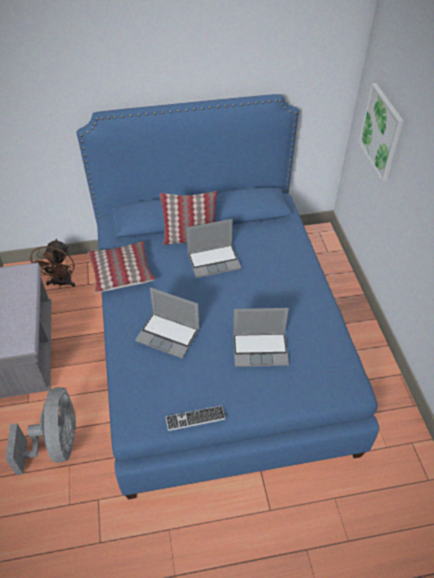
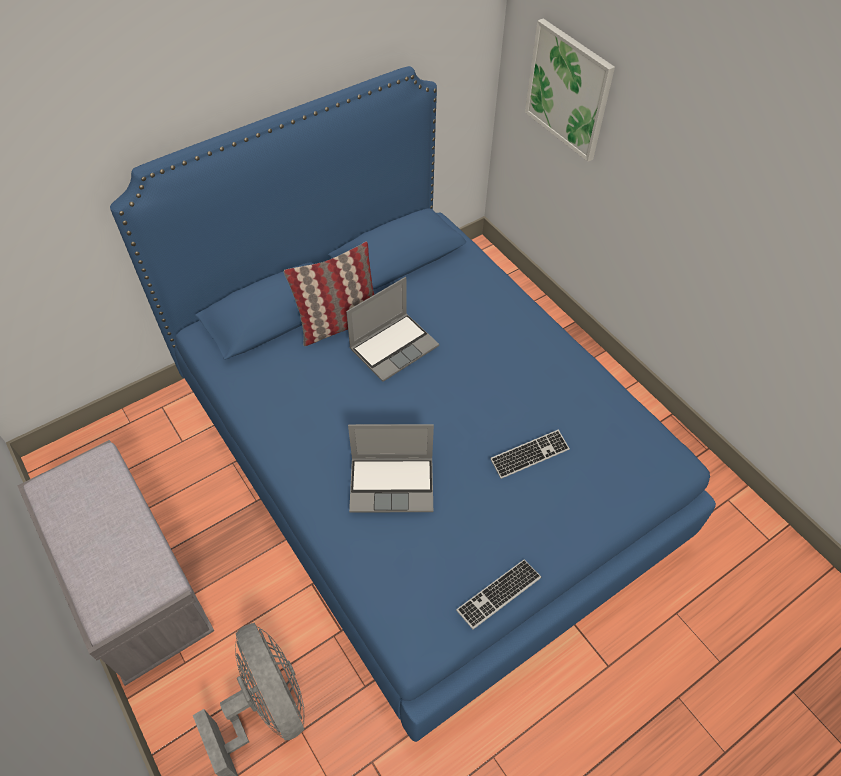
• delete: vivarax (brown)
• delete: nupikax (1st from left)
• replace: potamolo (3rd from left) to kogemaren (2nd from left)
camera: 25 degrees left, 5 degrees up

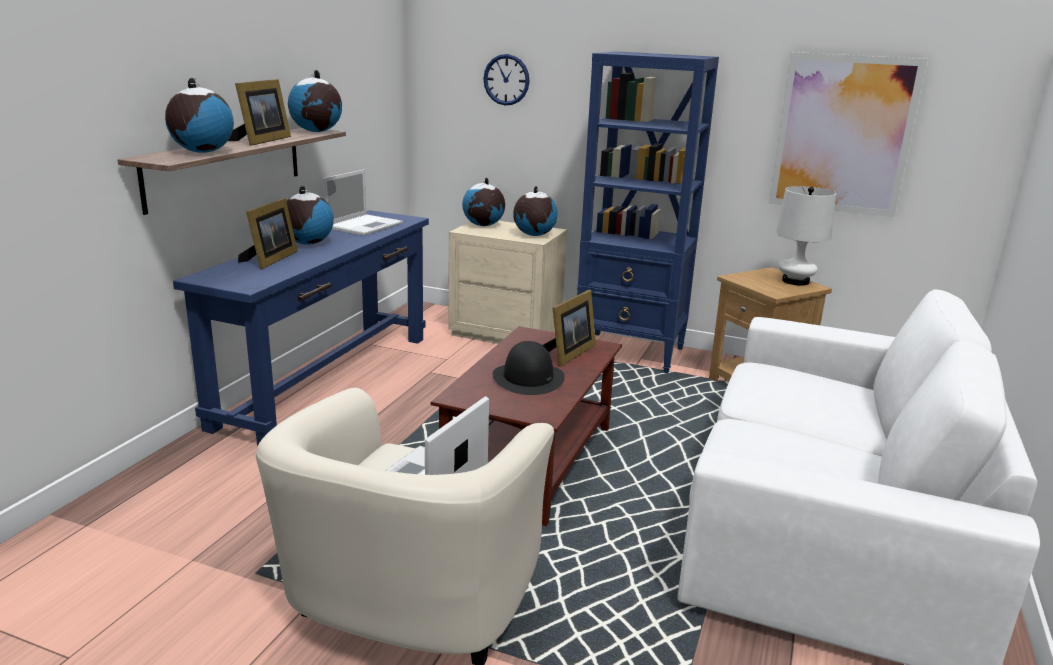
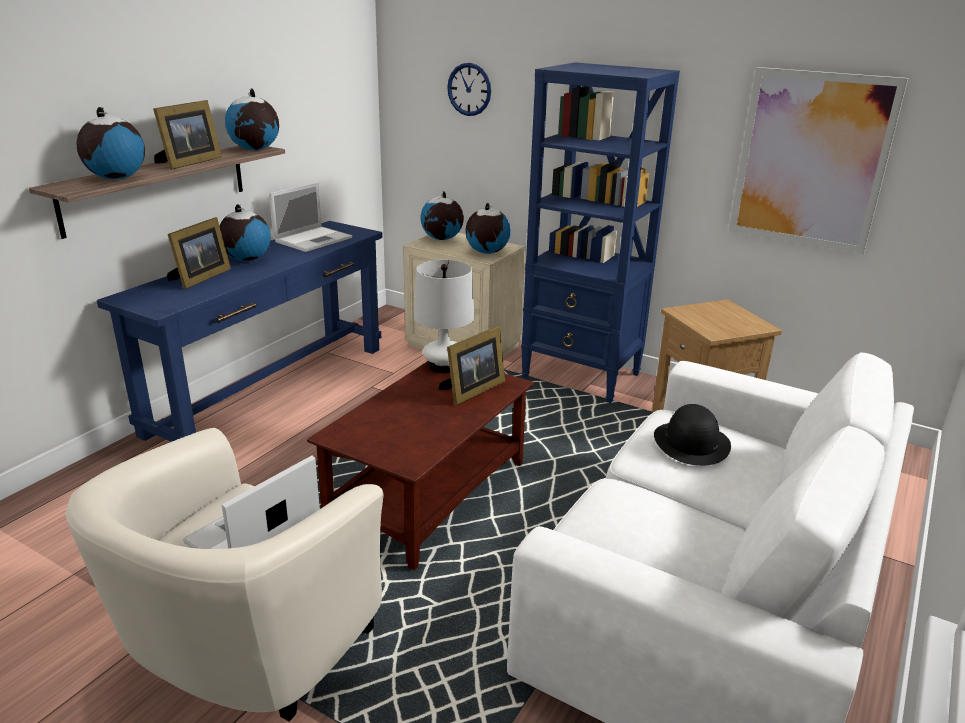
• move: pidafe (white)
• move: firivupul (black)
camera: 10 degrees right, 5 degrees up

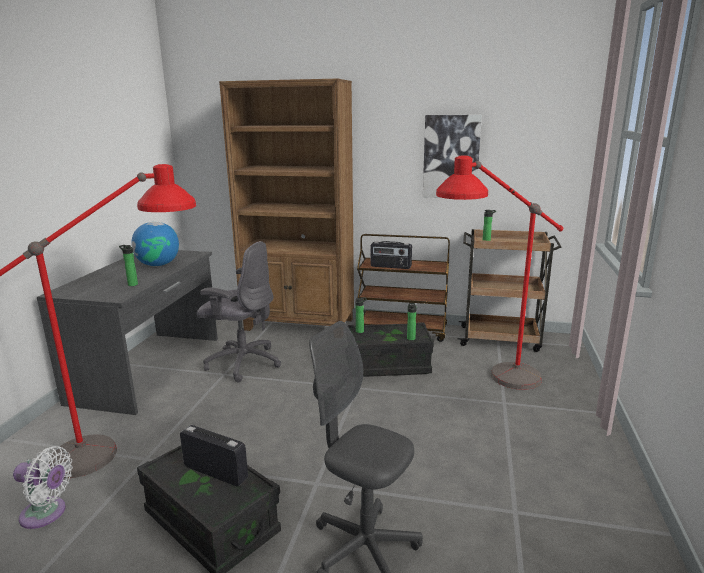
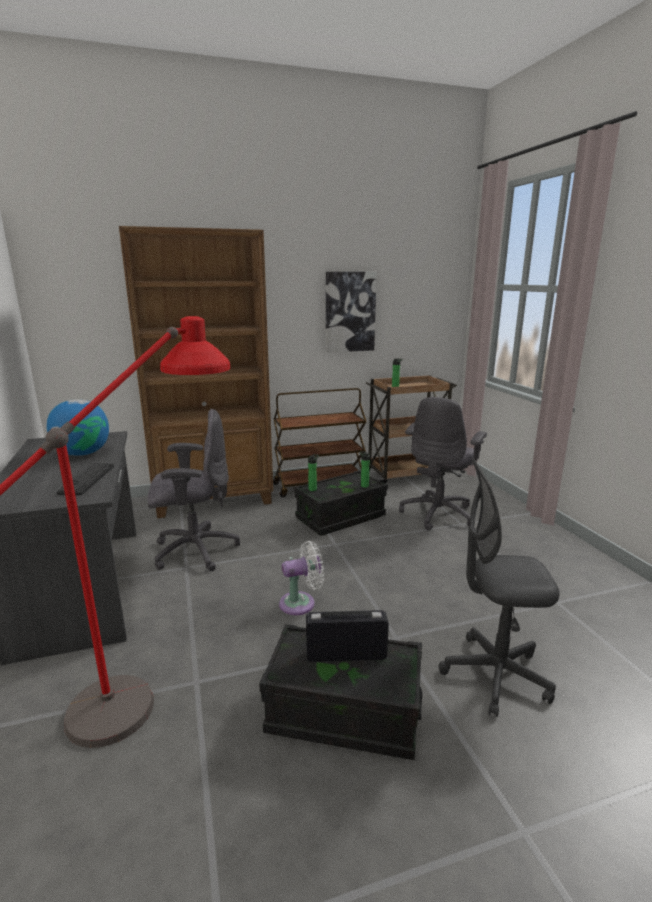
• replace: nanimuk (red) (2nd from left) to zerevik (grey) (2nd from left)
• delete: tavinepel (2nd from left)
• replace: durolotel (1st from left) to kogemaren
• move: vivarax (white)
camera: 30 degrees left, 0 degrees up

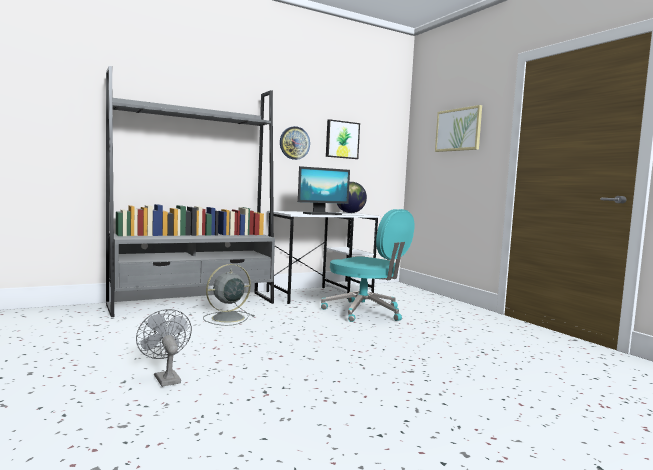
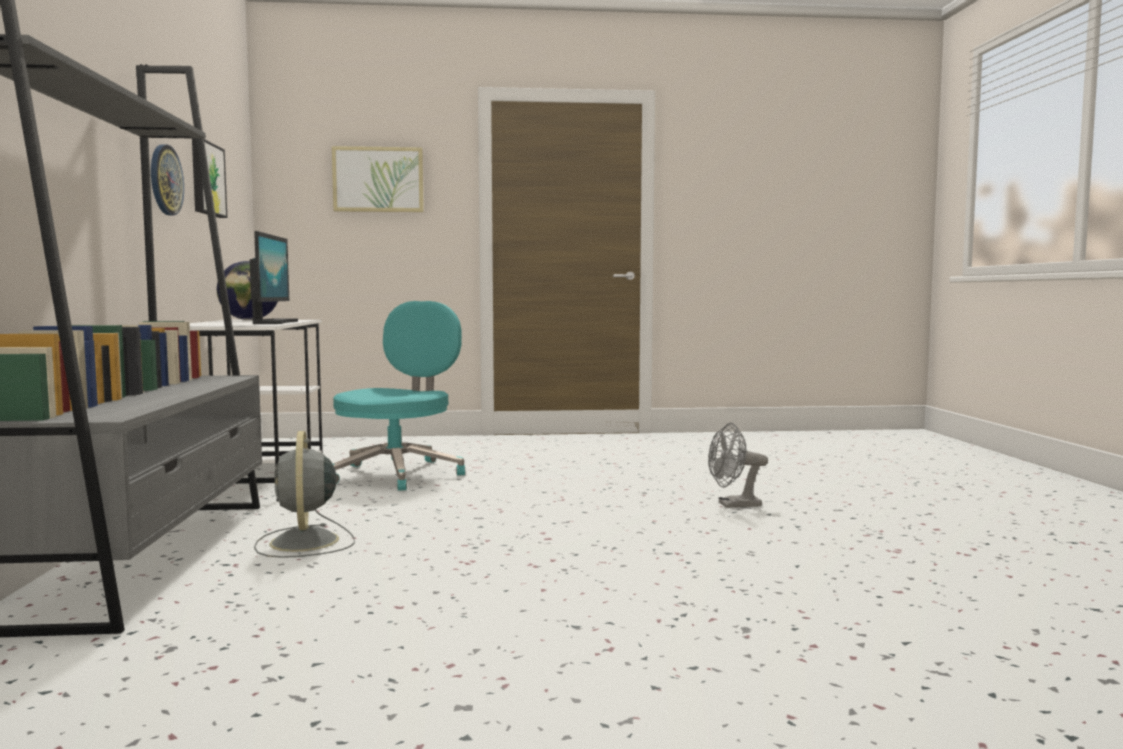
• rotate: zerevik (turquoise) 45 degrees counterclockwise
• move: vivarax (grey) (1st from left in the first image) to vivarax (grey) (2nd from left)
camera: 65 degrees left, 0 degrees up

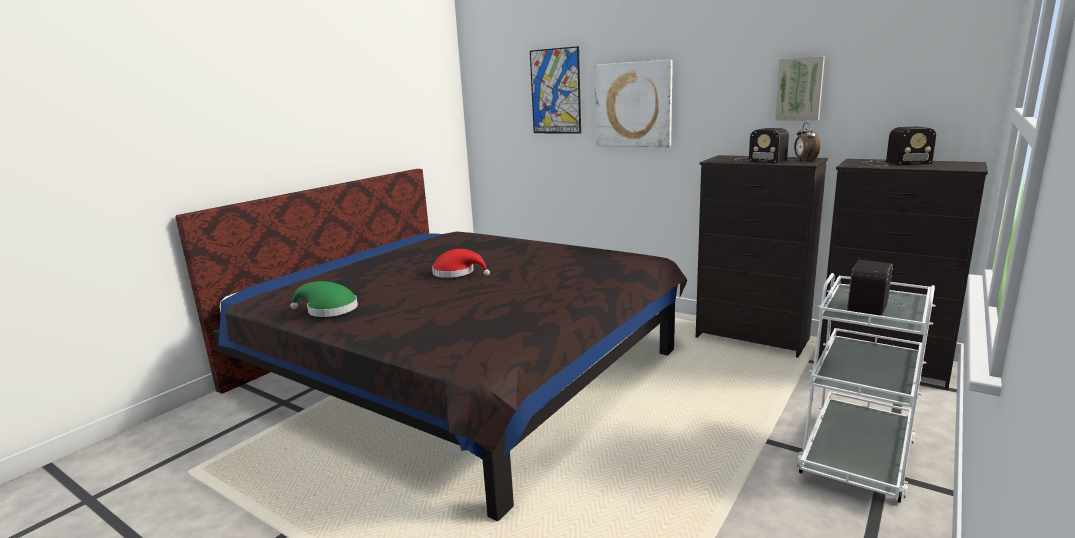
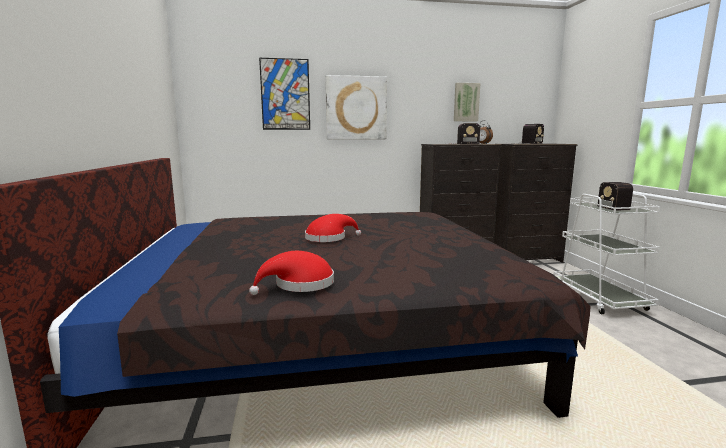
• recolor: firivupul (green) to firivupul (red) (1st from left)
camera: 45 degrees left, 5 degrees down

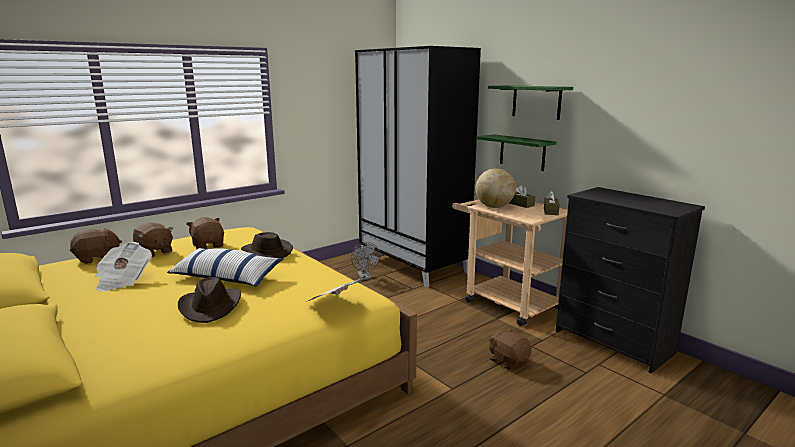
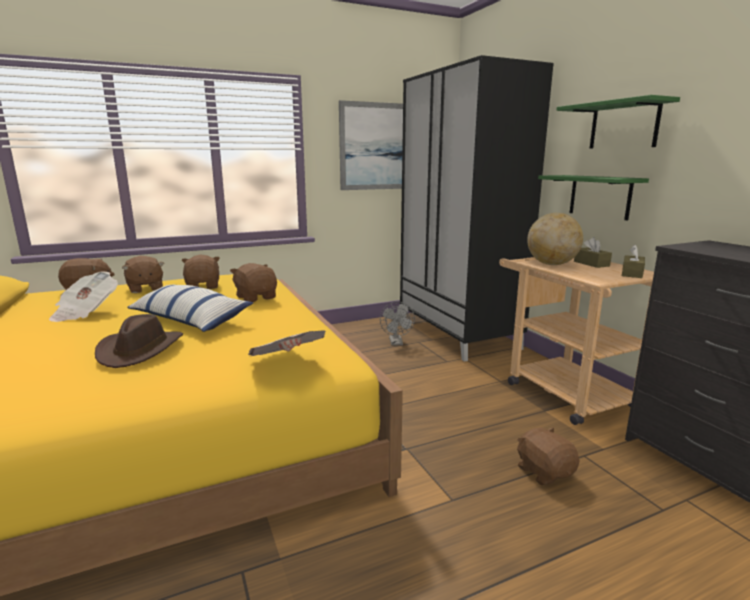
• replace: firivupul (brown) (2nd from left) to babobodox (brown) (4th from left)
• insert: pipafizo
camera: 15 degrees right, 0 degrees up

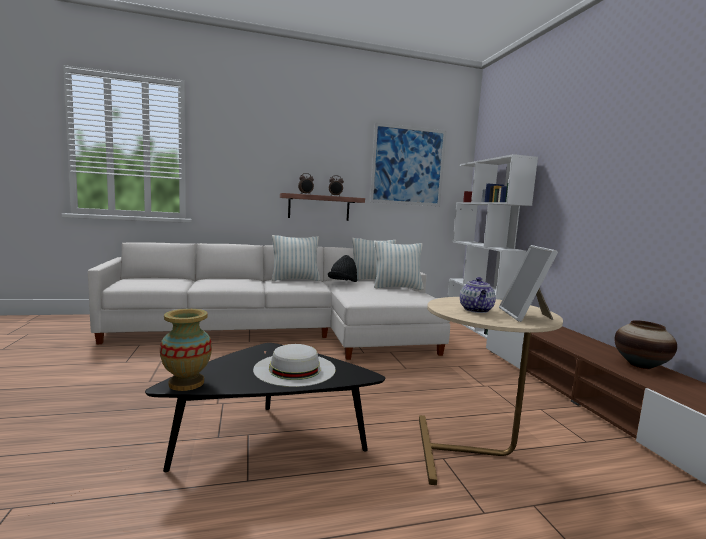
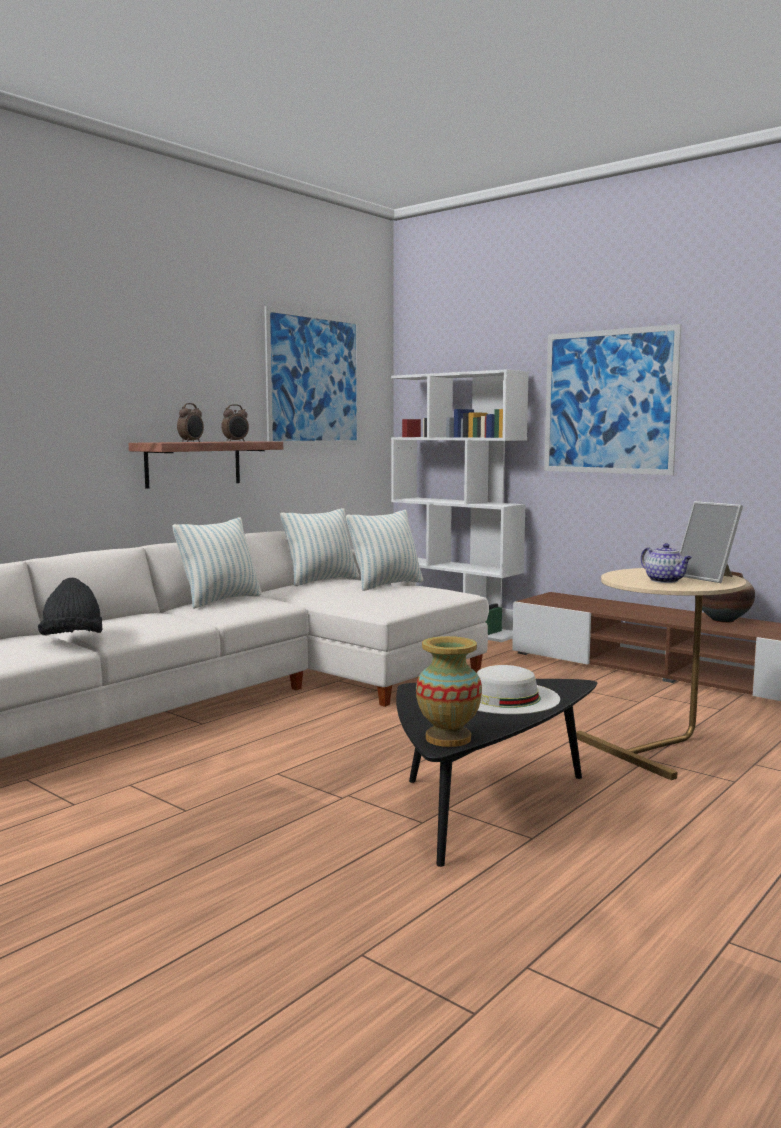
• move: firivupul (black)
• insert: pipafizo (2nd from left)
camera: 35 degrees left, 0 degrees up

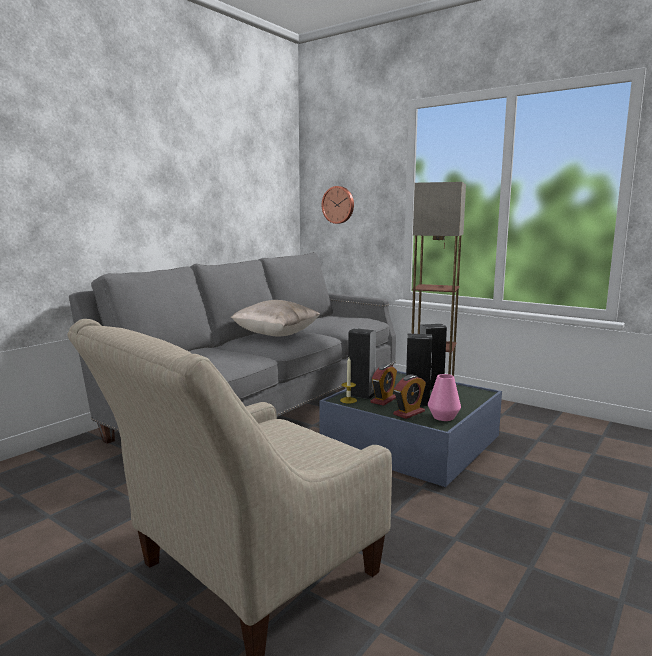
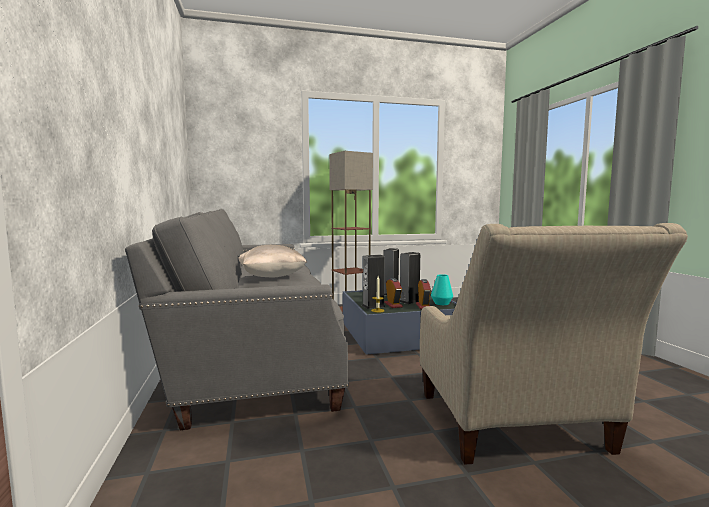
• delete: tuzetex
• recolor: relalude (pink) to relalude (turquoise)
camera: 50 degrees left, 5 degrees down

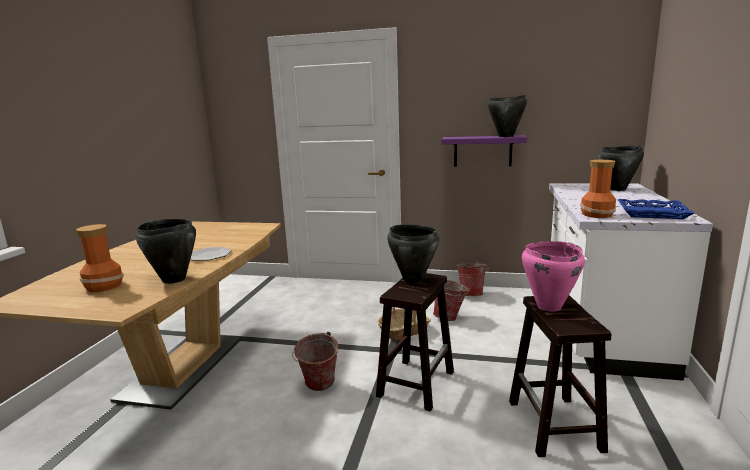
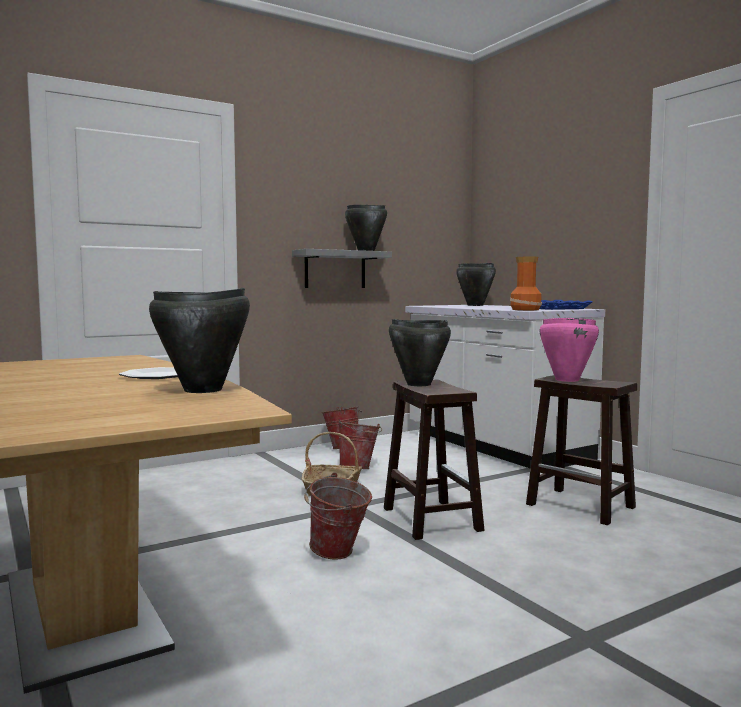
• recolor: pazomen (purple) to pazomen (grey)
• delete: relalude (1st from left)
camera: 45 degrees left, 10 degrees down

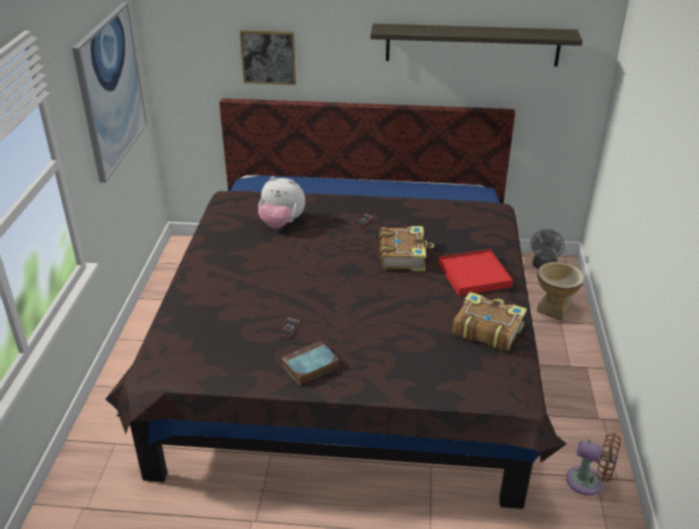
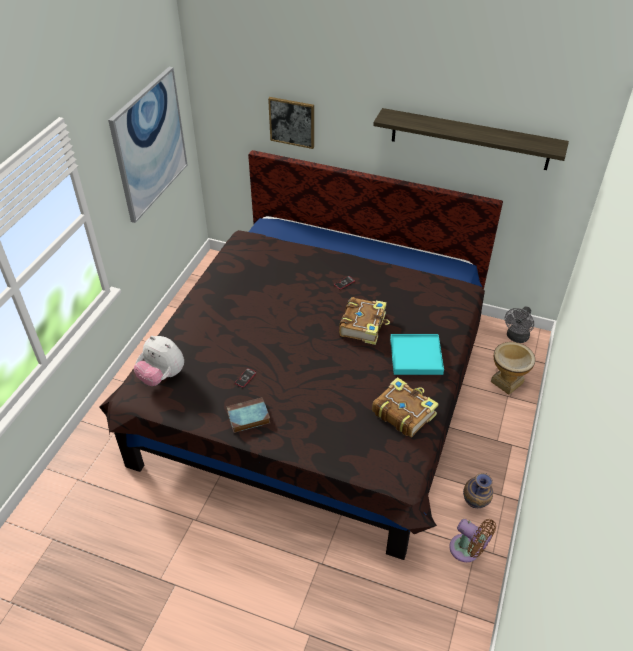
• move: babobodox
• recolor: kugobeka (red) to kugobeka (turquoise)
• insert: relalude (1st from left)
camera: 15 degrees right, 10 degrees up

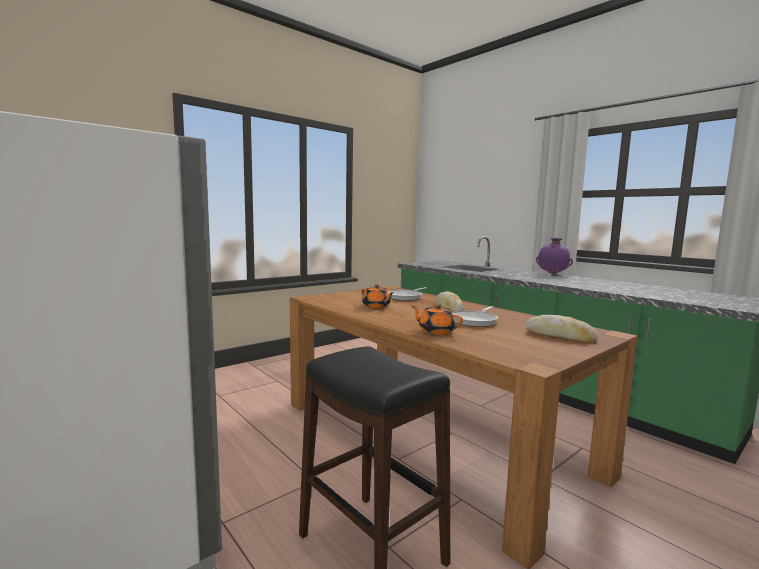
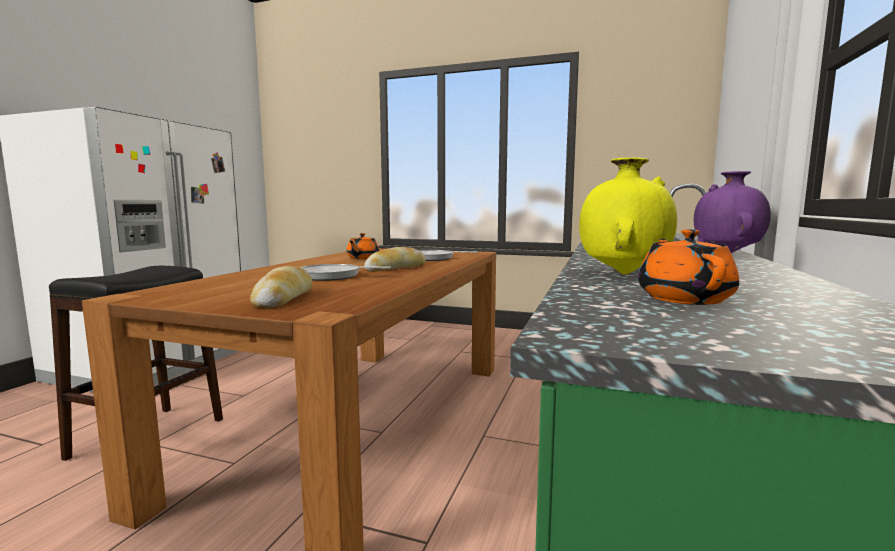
• move: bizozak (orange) (2nd from left)
• insert: relalude (yellow)
camera: 60 degrees right, 0 degrees up

